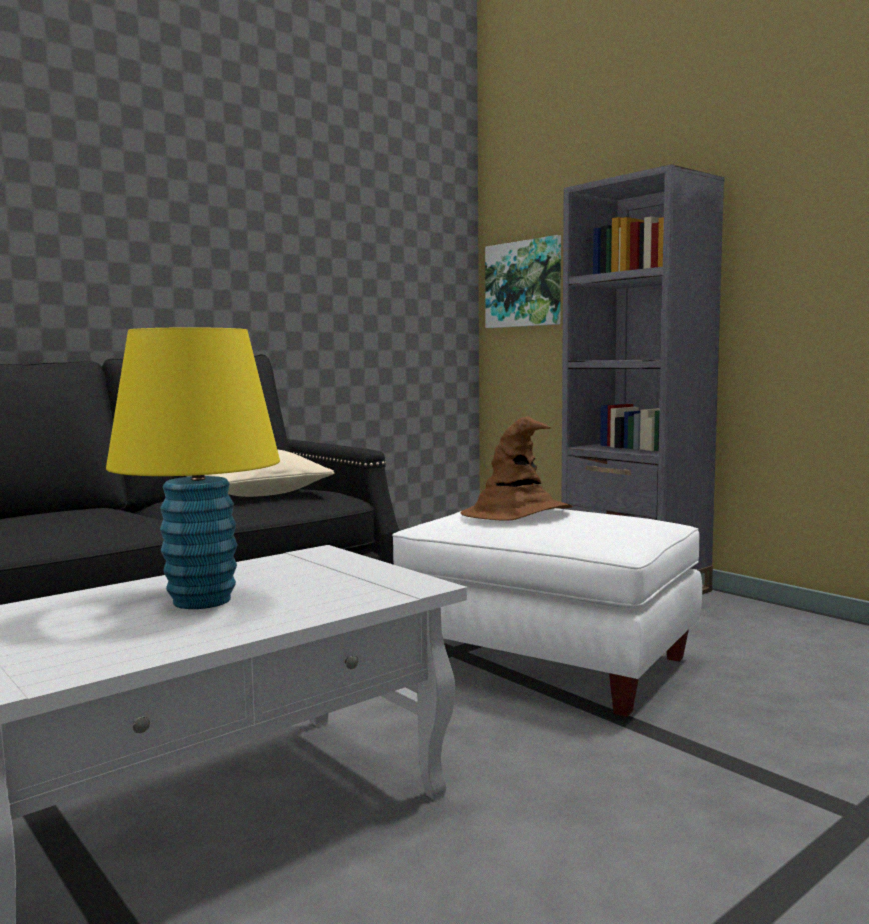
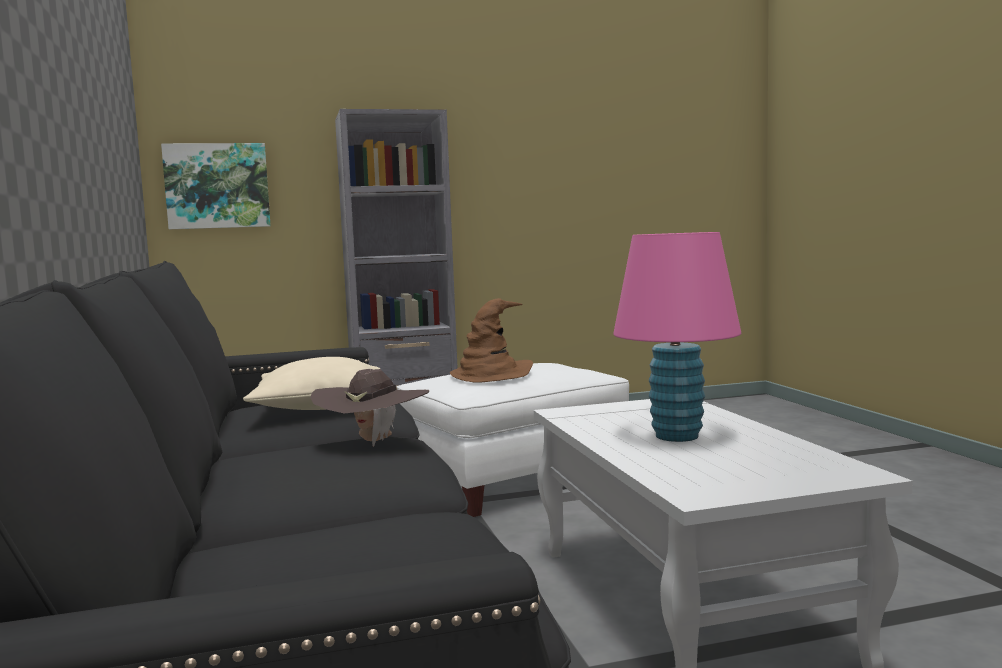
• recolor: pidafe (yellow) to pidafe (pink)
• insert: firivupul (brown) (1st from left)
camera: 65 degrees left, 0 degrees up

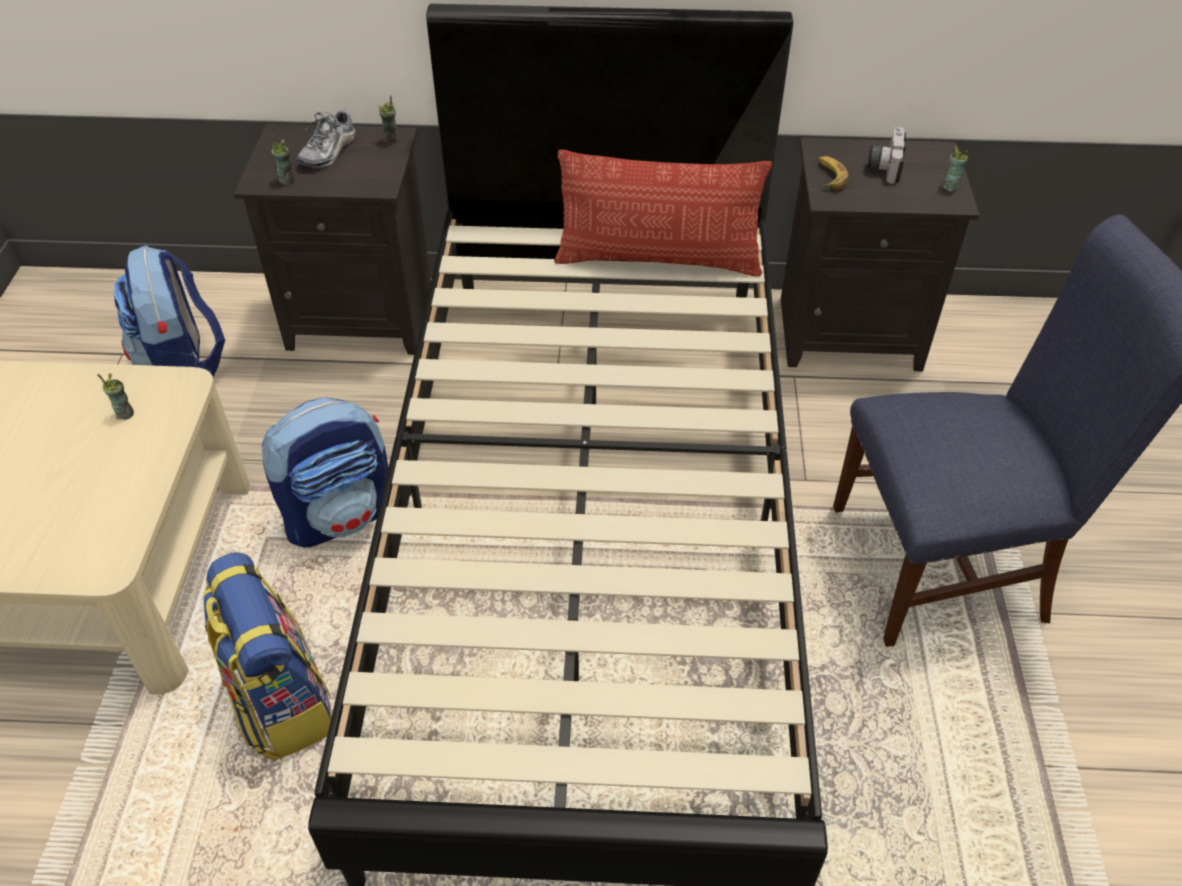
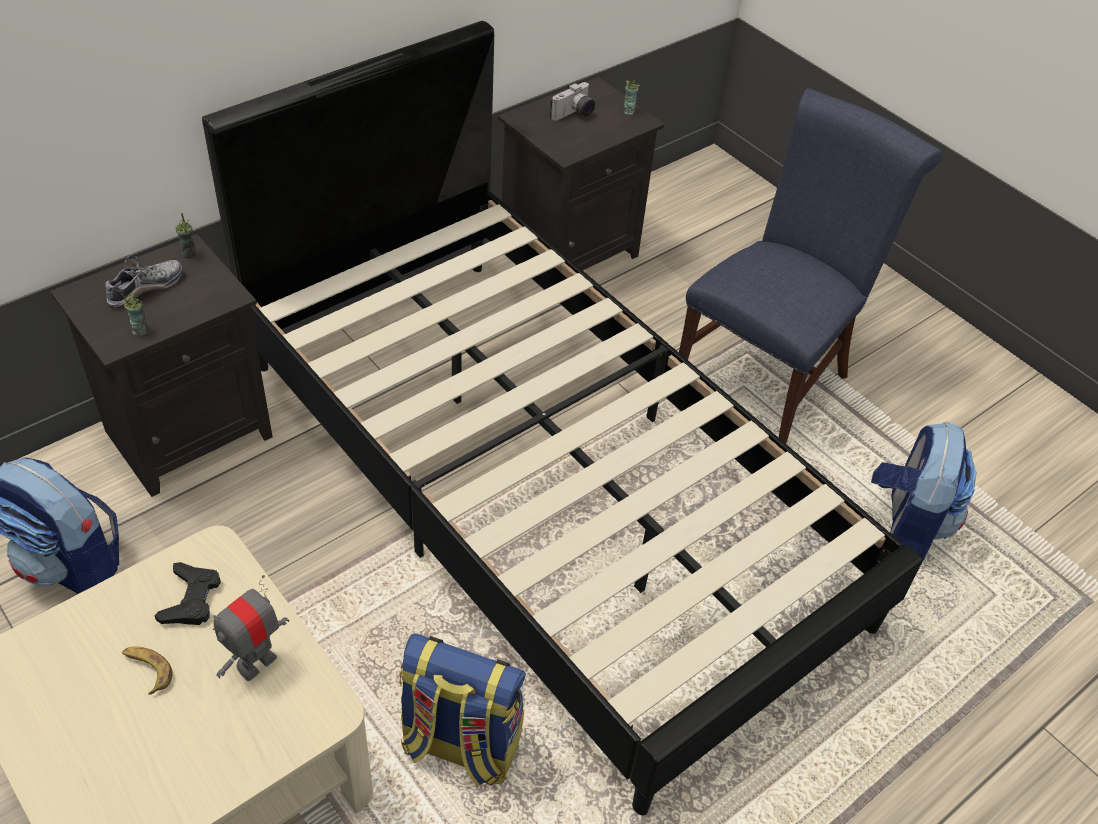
• rotate: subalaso 120 degrees counterclockwise
• rotate: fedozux 105 degrees counterclockwise
• delete: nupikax
• move: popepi
• replace: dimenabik (1st from left) to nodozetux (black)
• move: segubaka (3rd from left)
• insert: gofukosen
camera: 45 degrees left, 0 degrees up

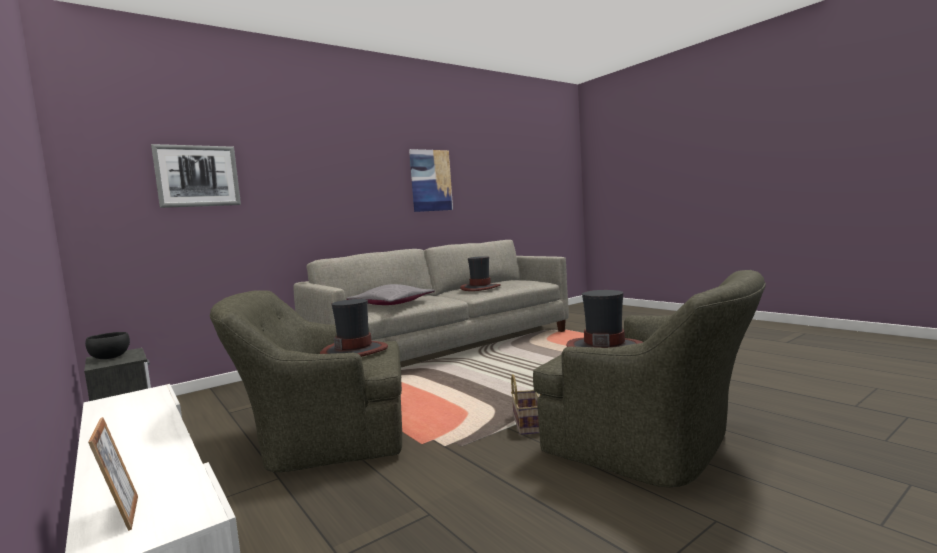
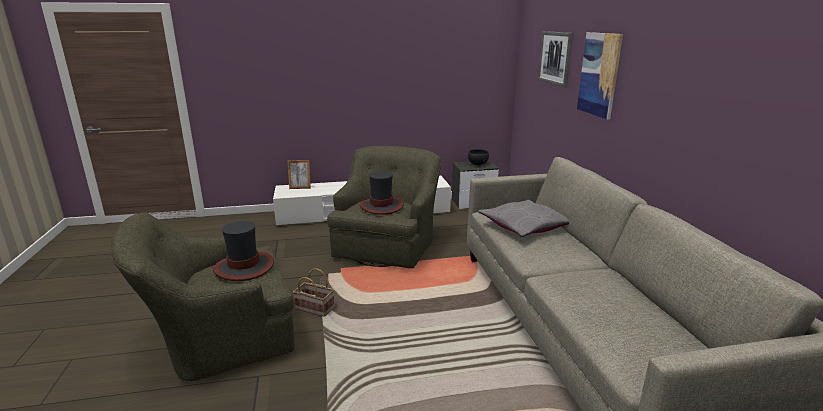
• move: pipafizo (2nd from left)
• delete: firivupul (2nd from left)
camera: 115 degrees right, 15 degrees up

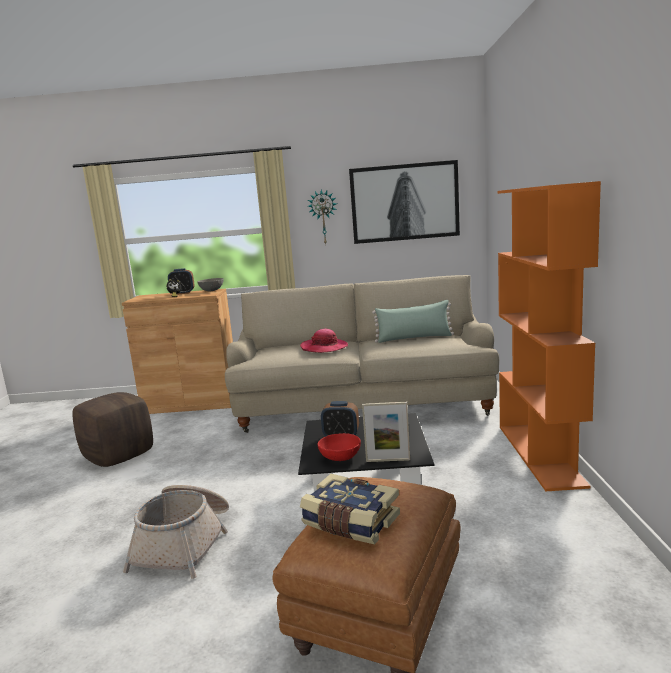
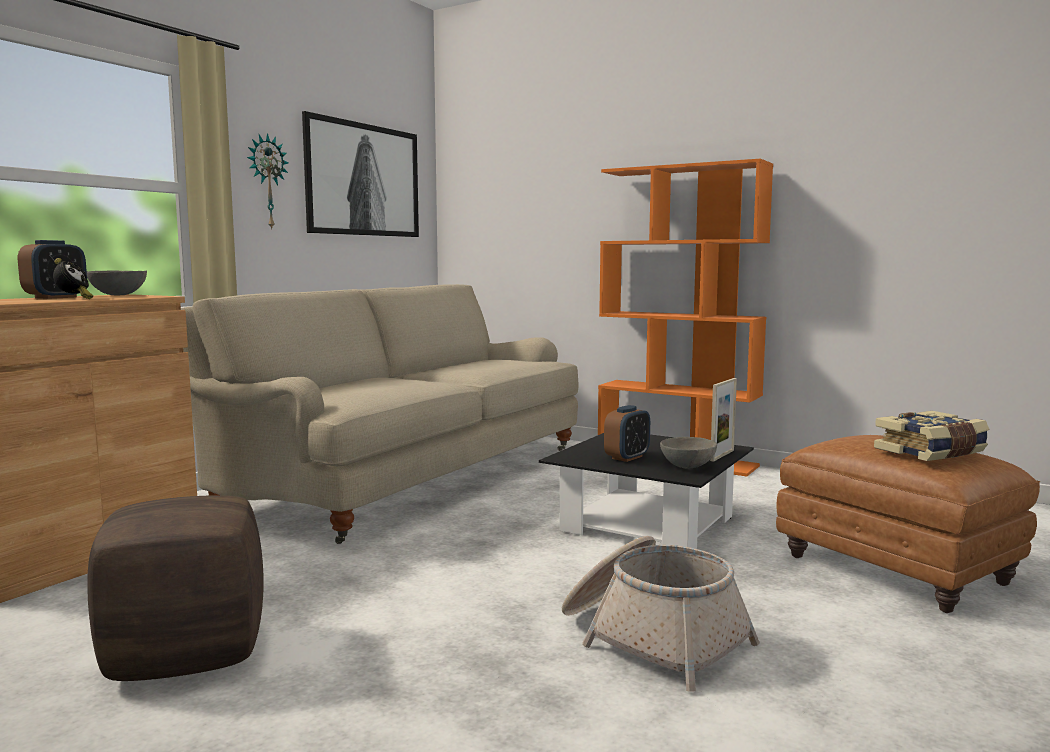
• delete: nupikax (green)
• delete: firivupul
• recolor: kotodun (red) to kotodun (grey) (2nd from left)
camera: 60 degrees left, 5 degrees down

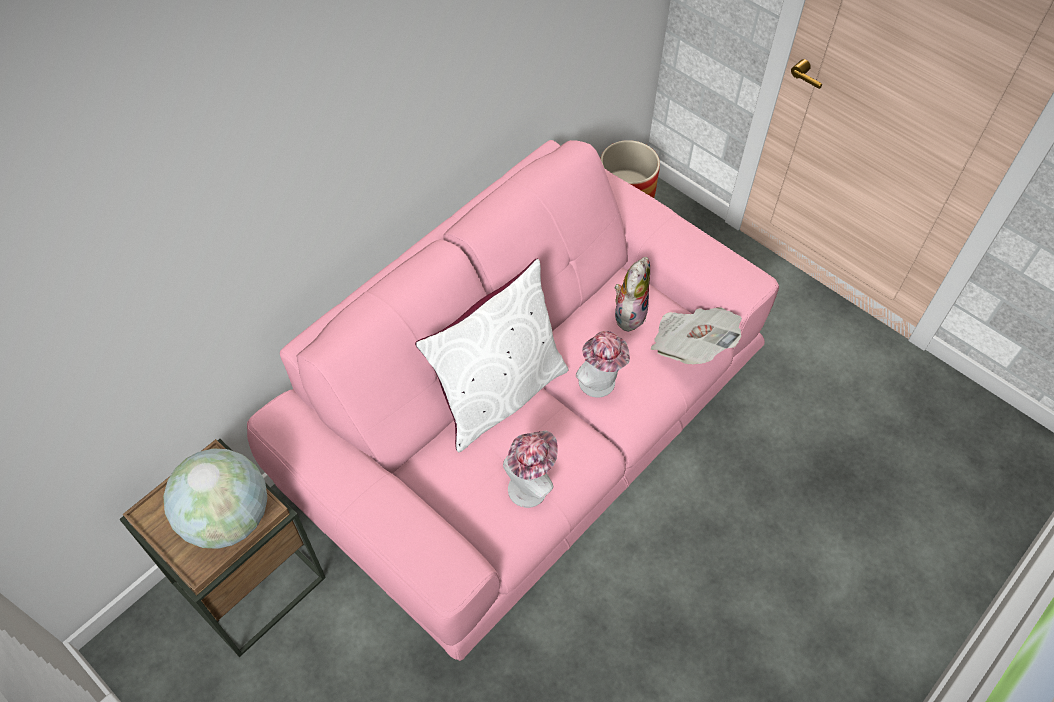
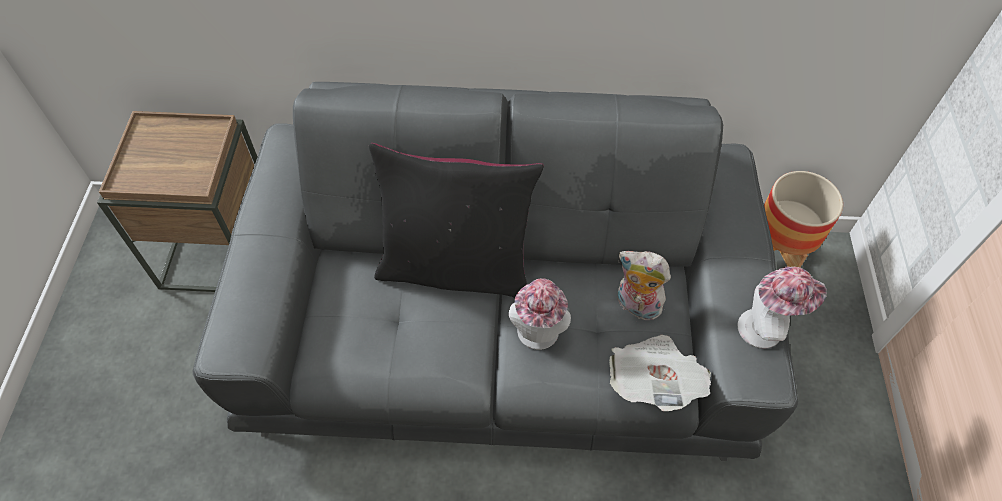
• recolor: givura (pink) to givura (grey)
• rotate: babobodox 135 degrees counterclockwise
• recolor: nupikax (white) to nupikax (black)
• move: firivupul (1st from left in the first image) to firivupul (2nd from left)
• delete: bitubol
camera: 50 degrees right, 0 degrees up

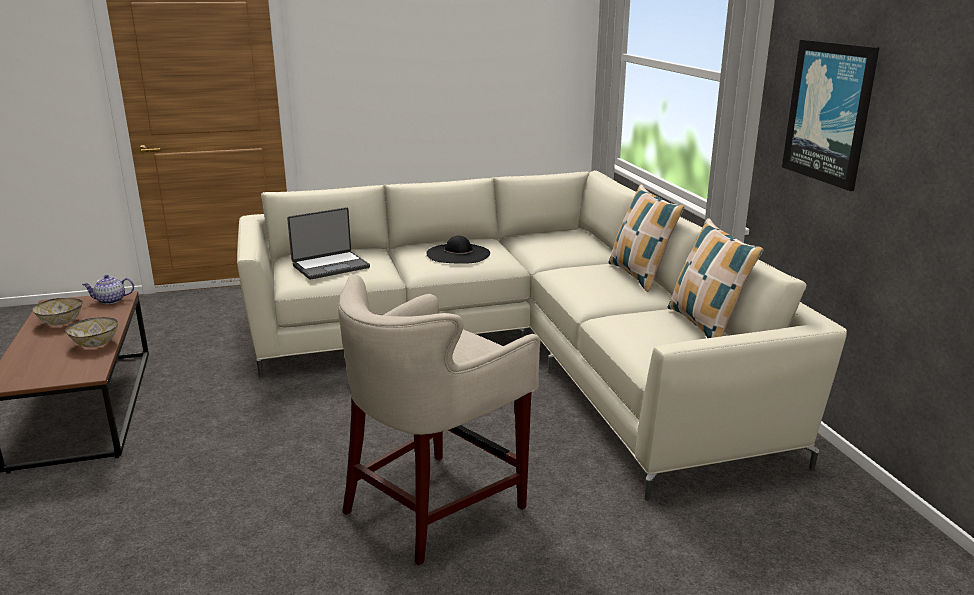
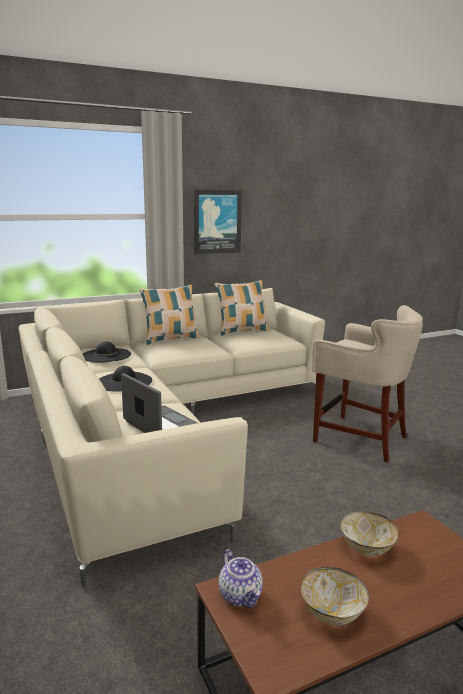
• insert: firivupul (black) (1st from left)
camera: 100 degrees left, 5 degrees down

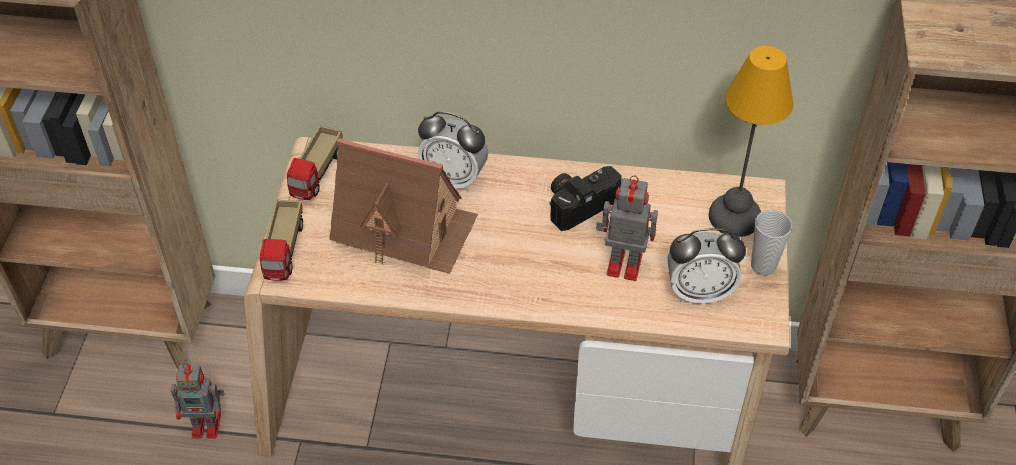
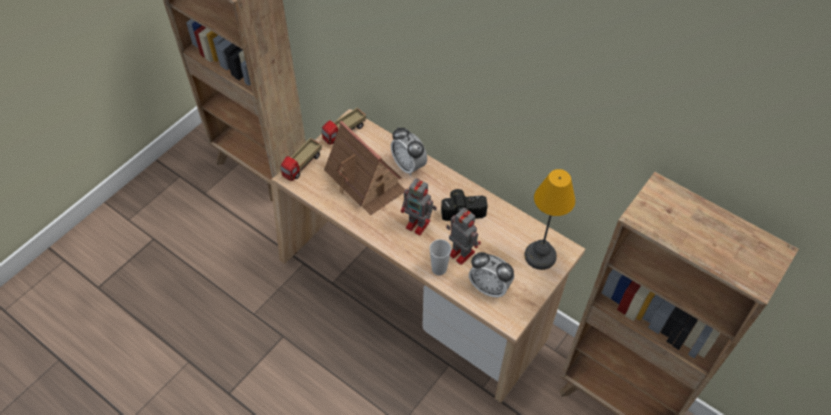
• move: dimenabik
• move: gofukosen (1st from left)
camera: 30 degrees right, 5 degrees up

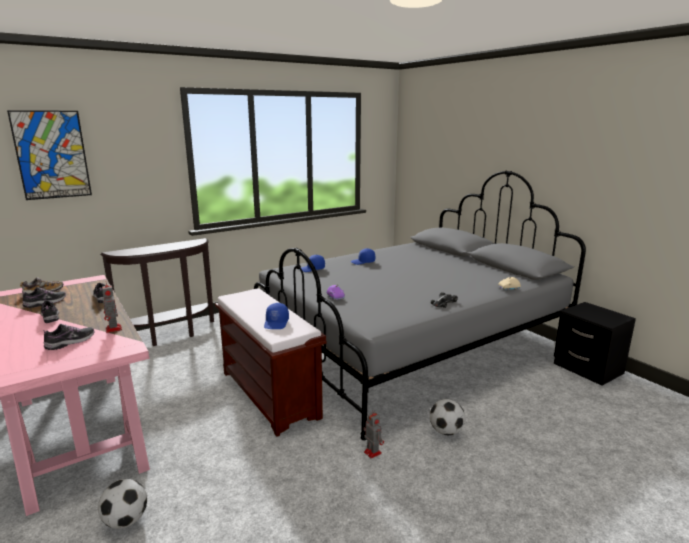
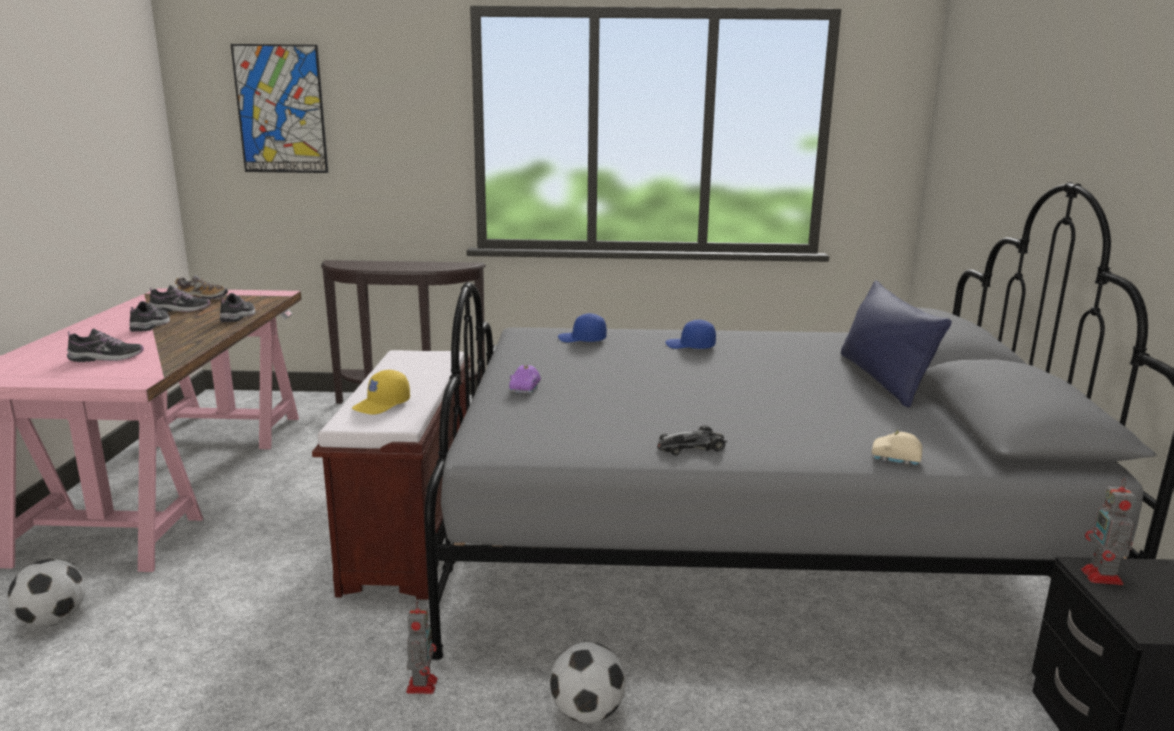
• move: gofukosen (1st from left in the first image) to gofukosen (2nd from left)
• recolor: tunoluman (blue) (1st from left) to tunoluman (yellow)
• insert: nupikax (blue)
camera: 35 degrees right, 0 degrees up

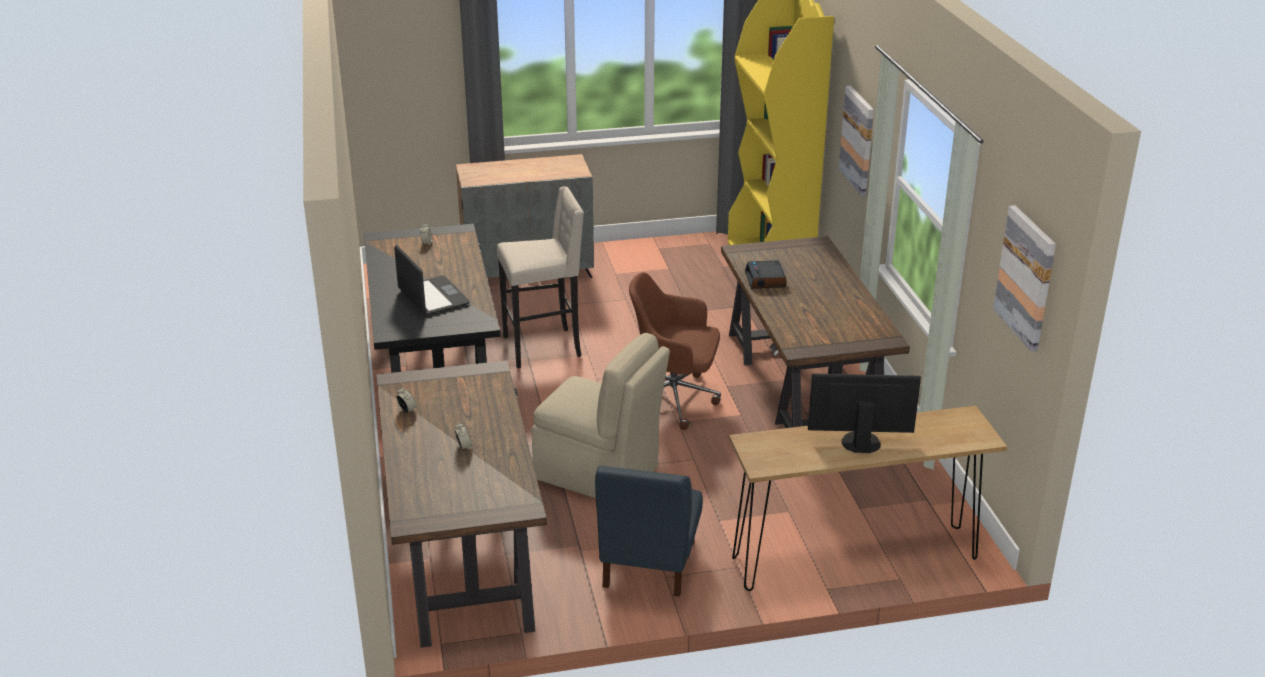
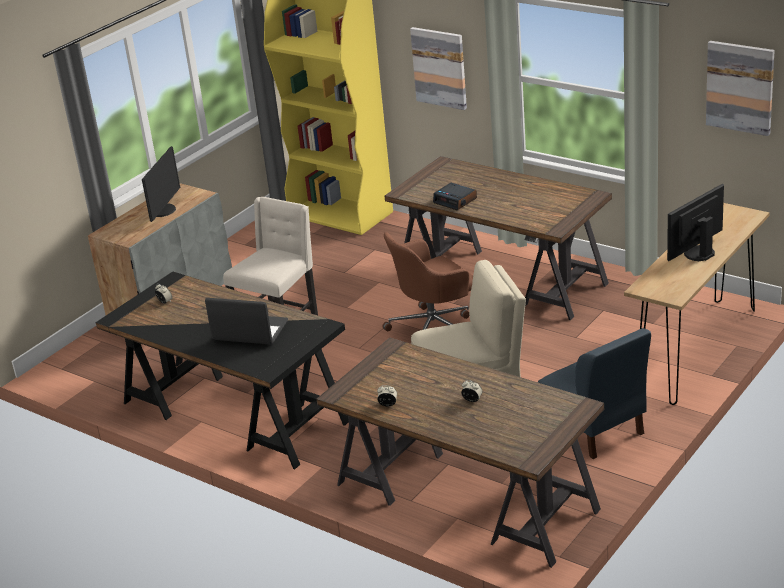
• insert: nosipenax (1st from left)
camera: 40 degrees left, 0 degrees up

